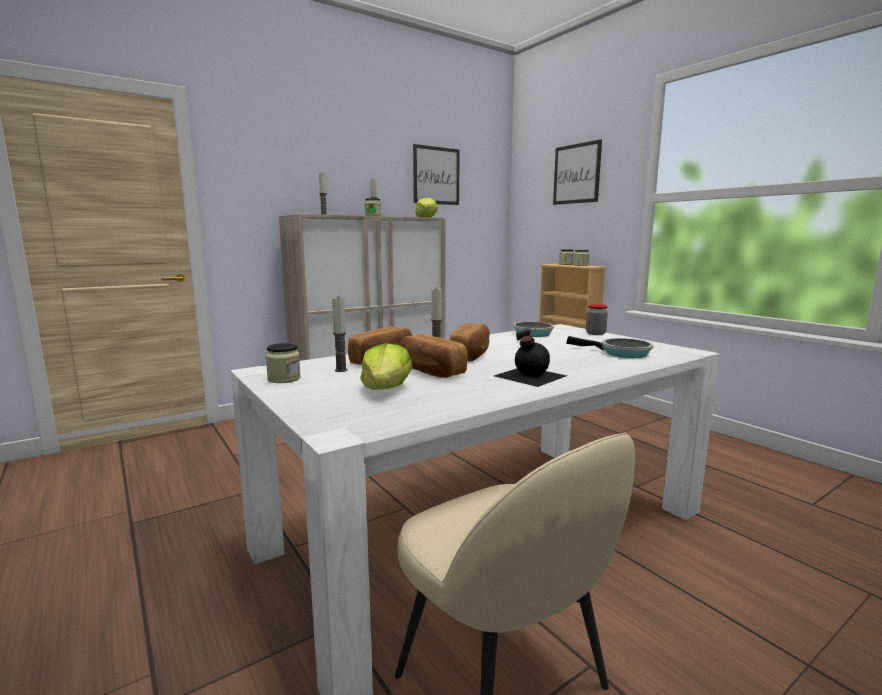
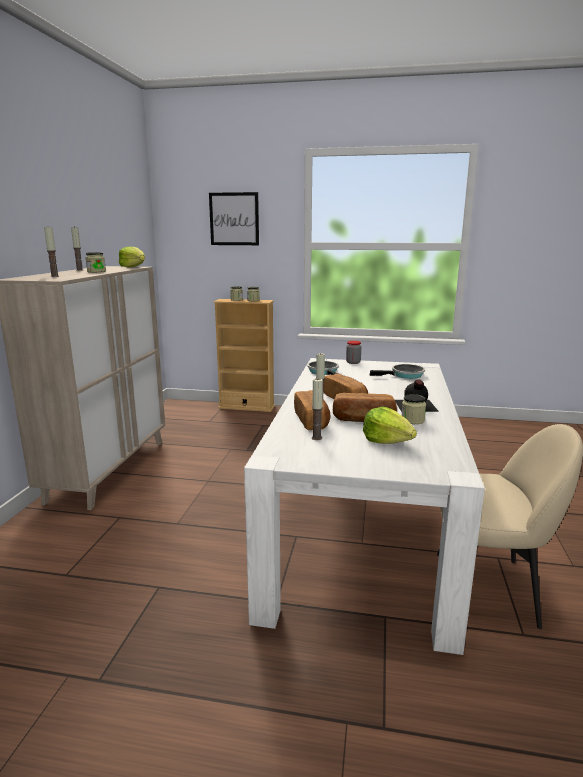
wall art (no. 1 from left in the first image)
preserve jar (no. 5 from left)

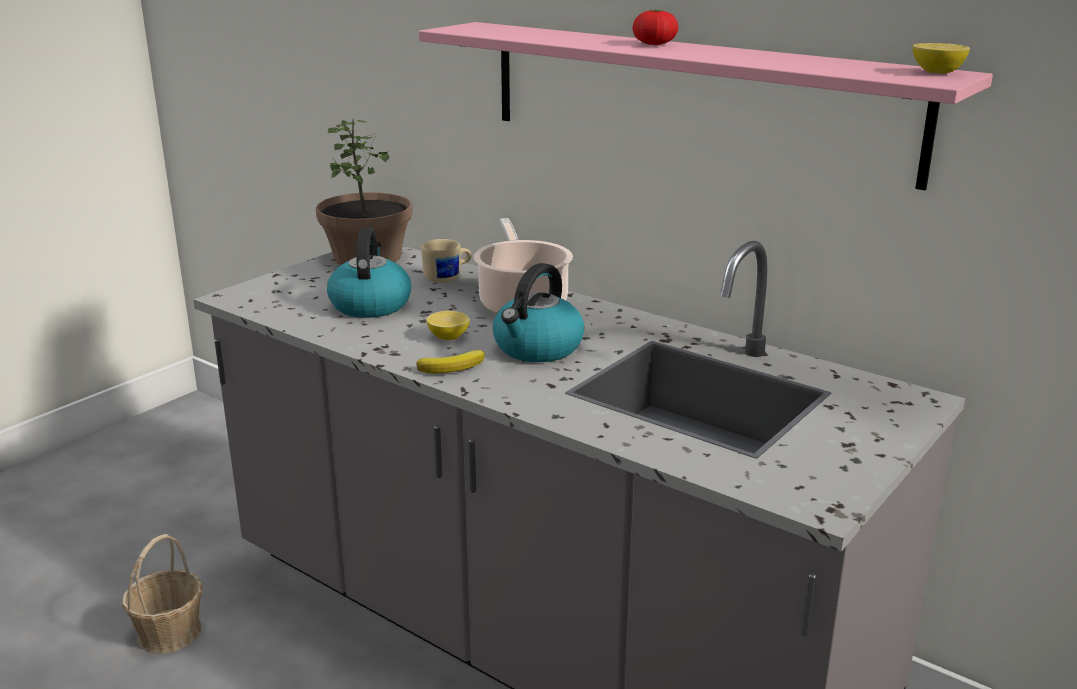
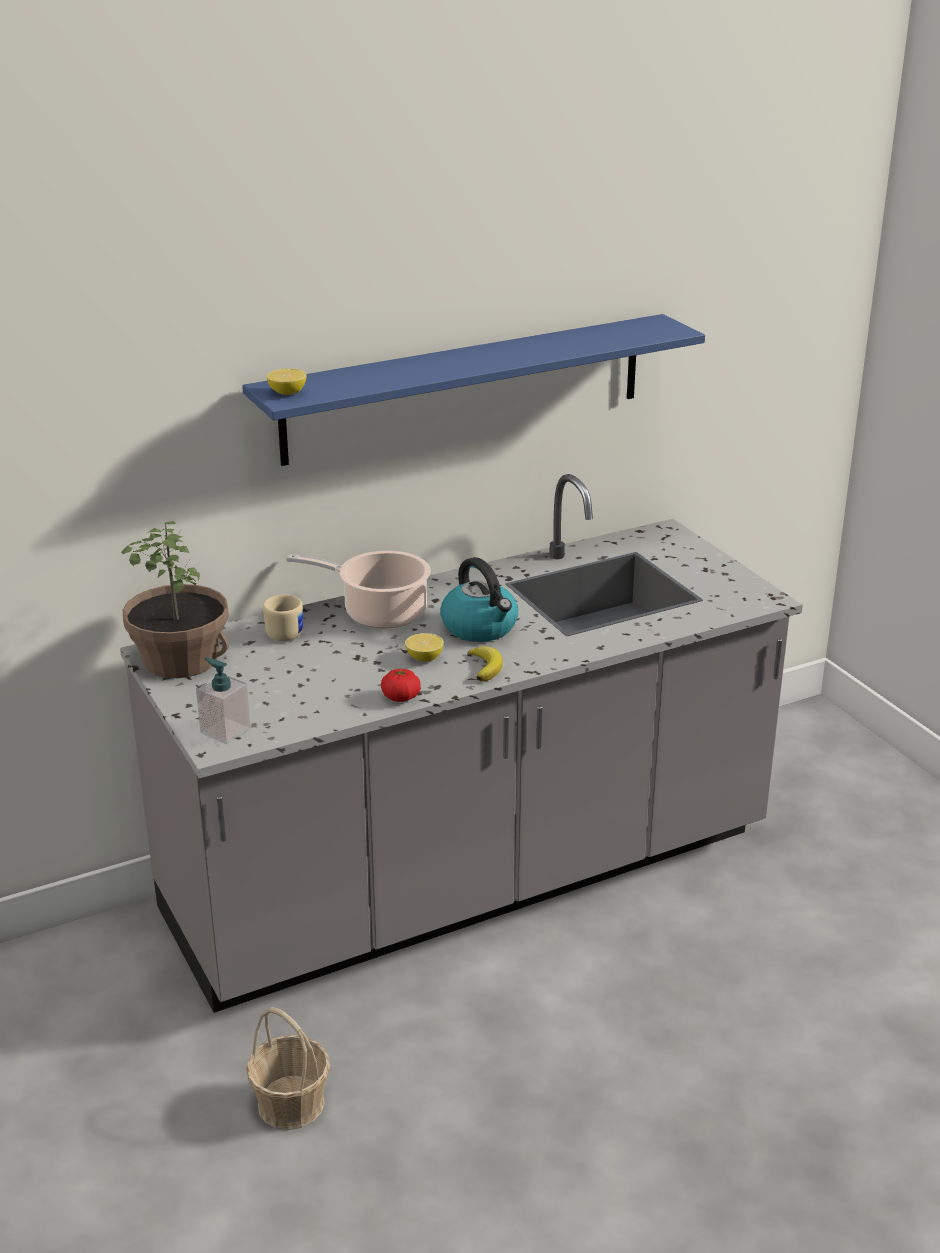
tea kettle (no. 1 from left in the first image)
liquid soap bottle
whole tomato
lemon (no. 1 from left)
bluish bracket shelf

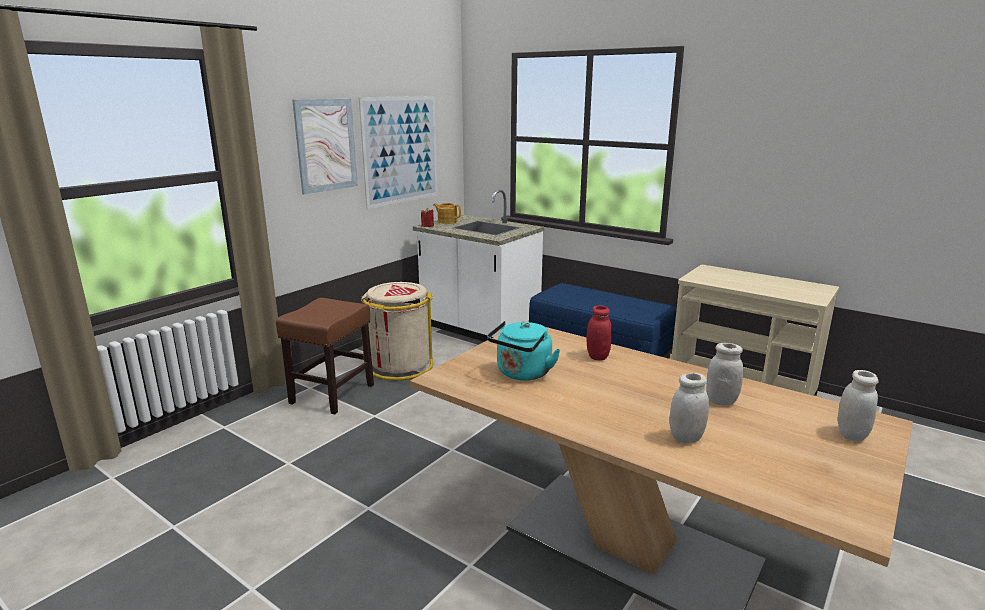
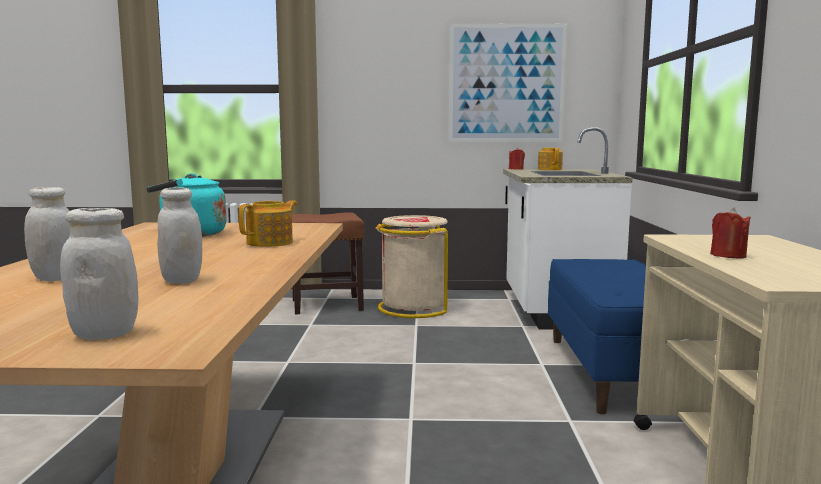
wall art (no. 1 from left in the first image)
reddish wax light (no. 2 from left)
pot for tea (no. 1 from left)

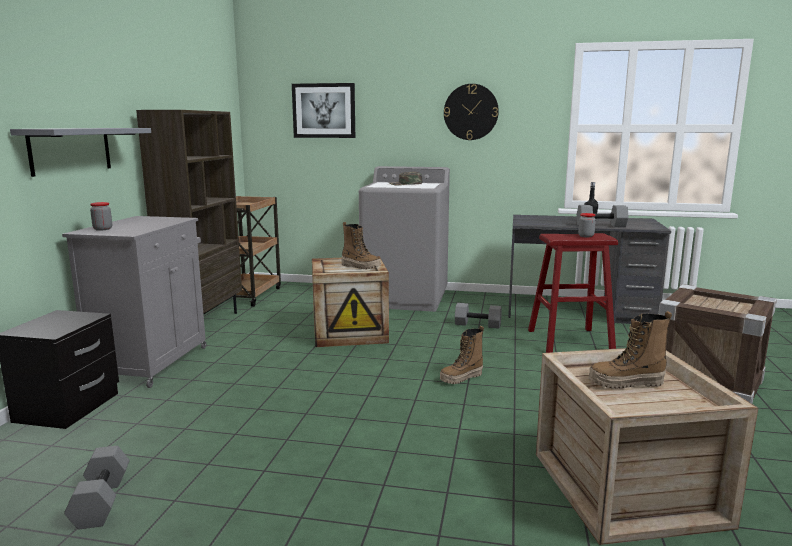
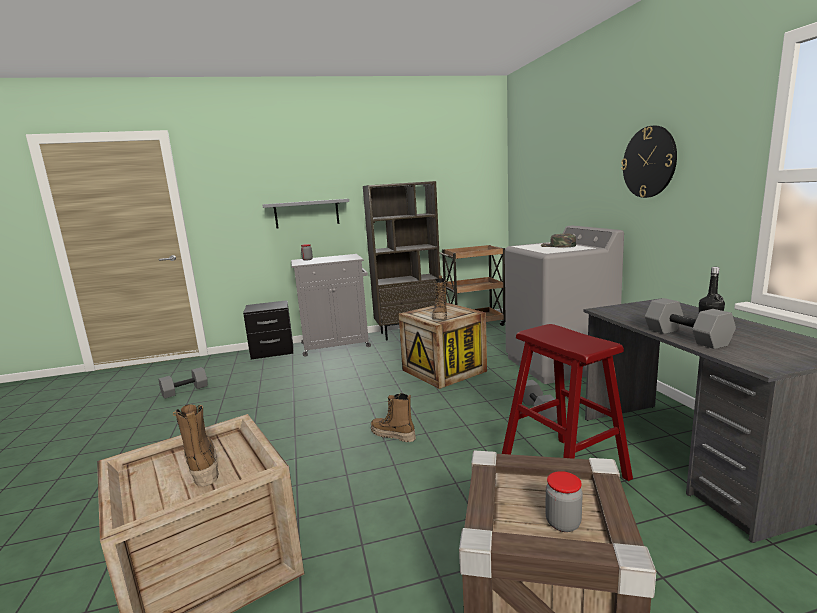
wall art
preserve jar (no. 2 from left)

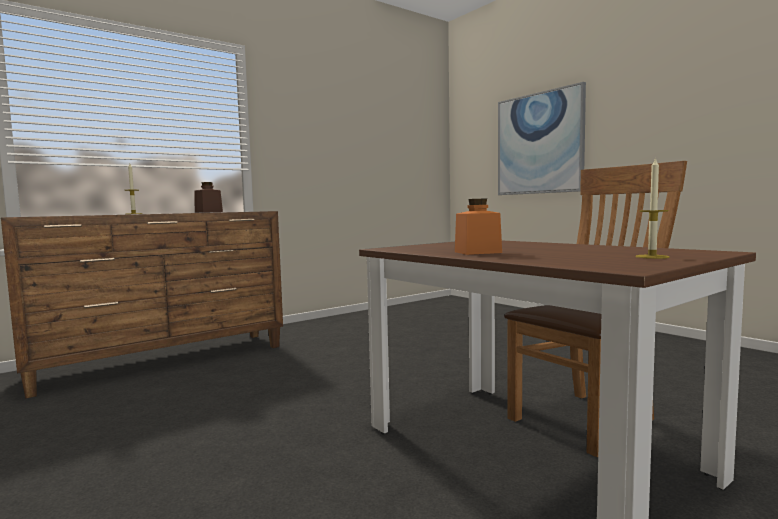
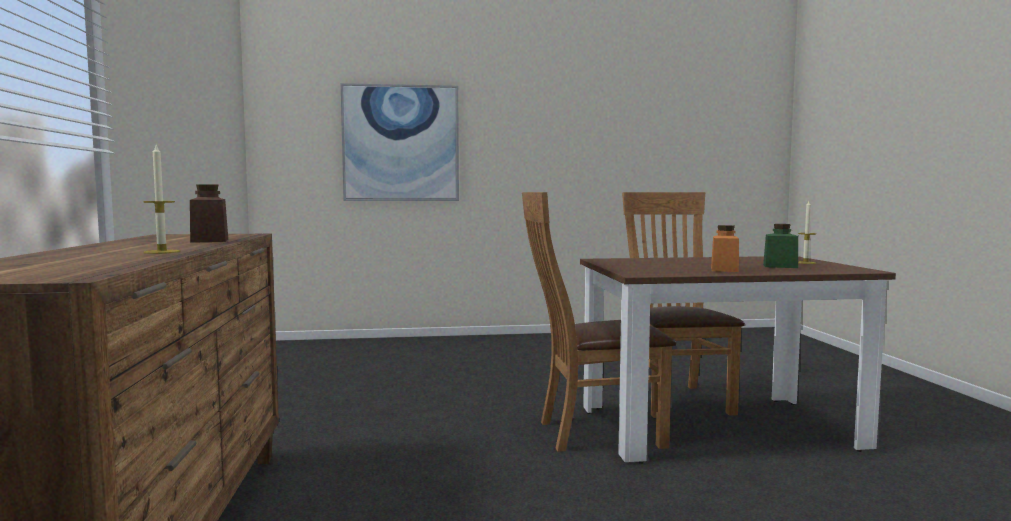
brownish plain chair (no. 1 from left)
green-coloured preserve jar

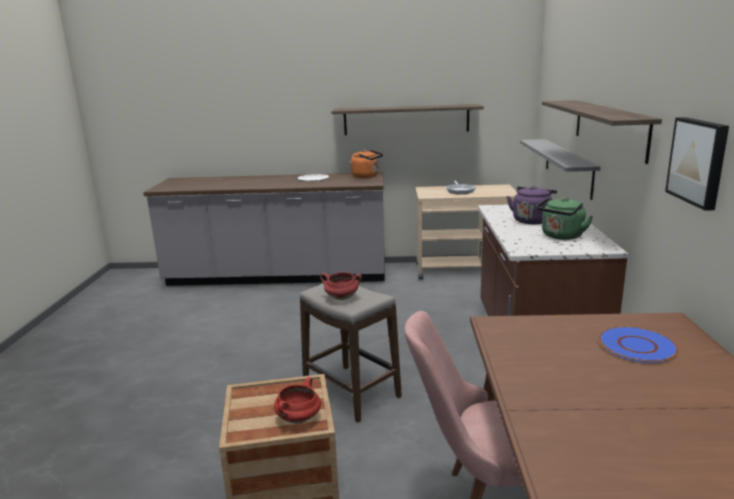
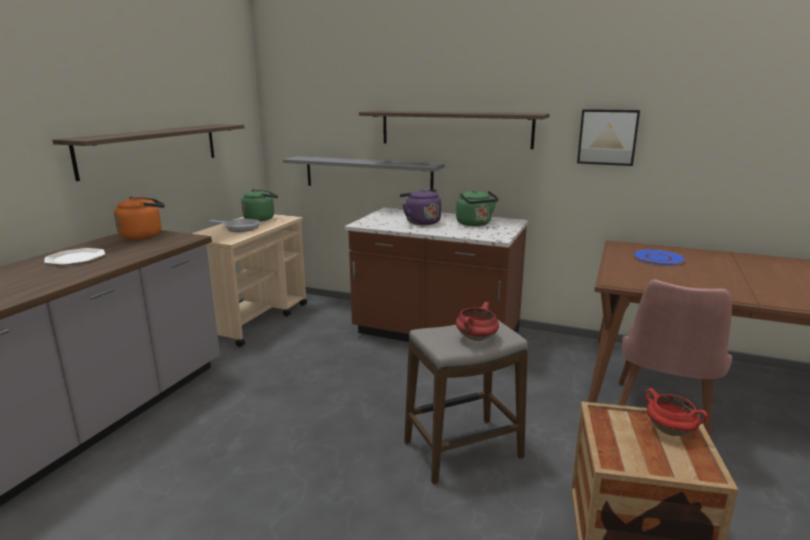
green-coloured tea kettle (no. 1 from left)

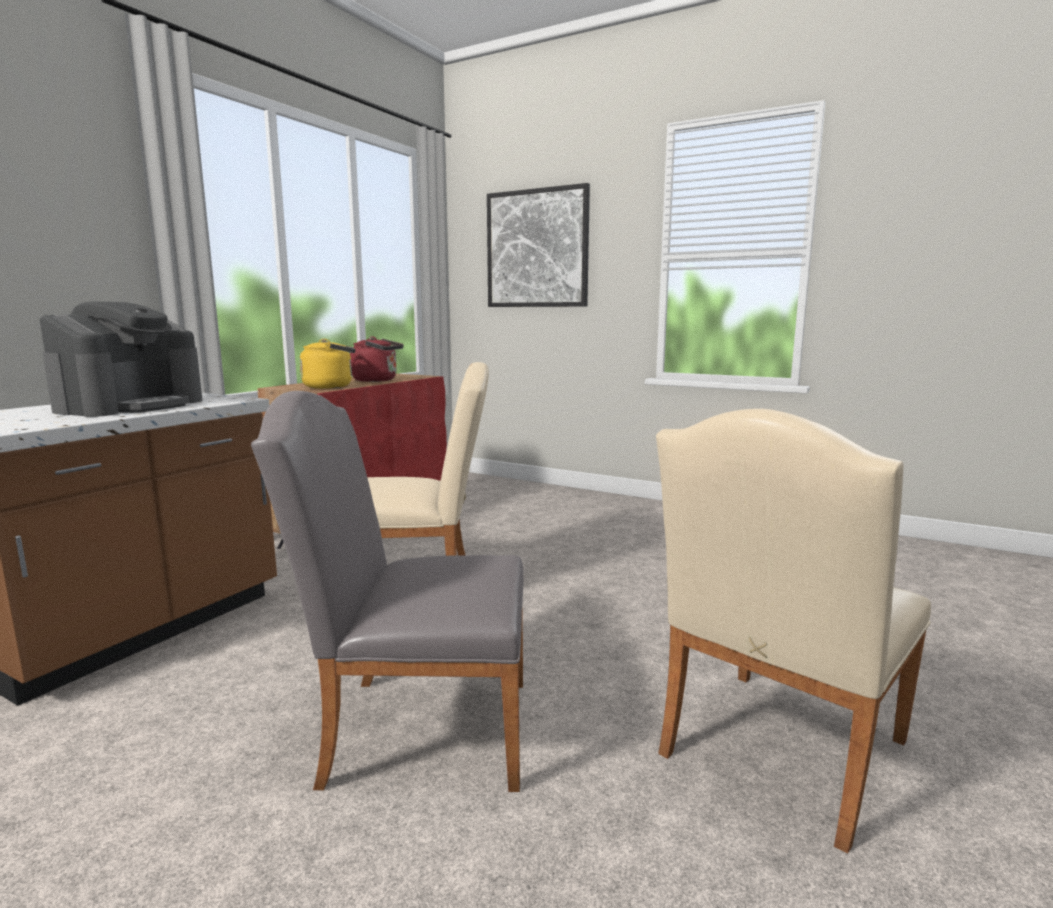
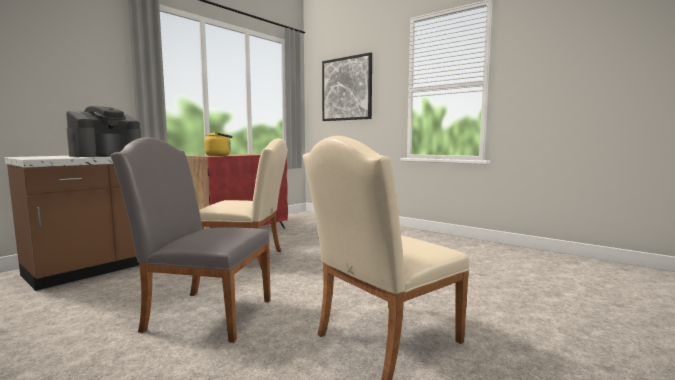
reddish tea kettle

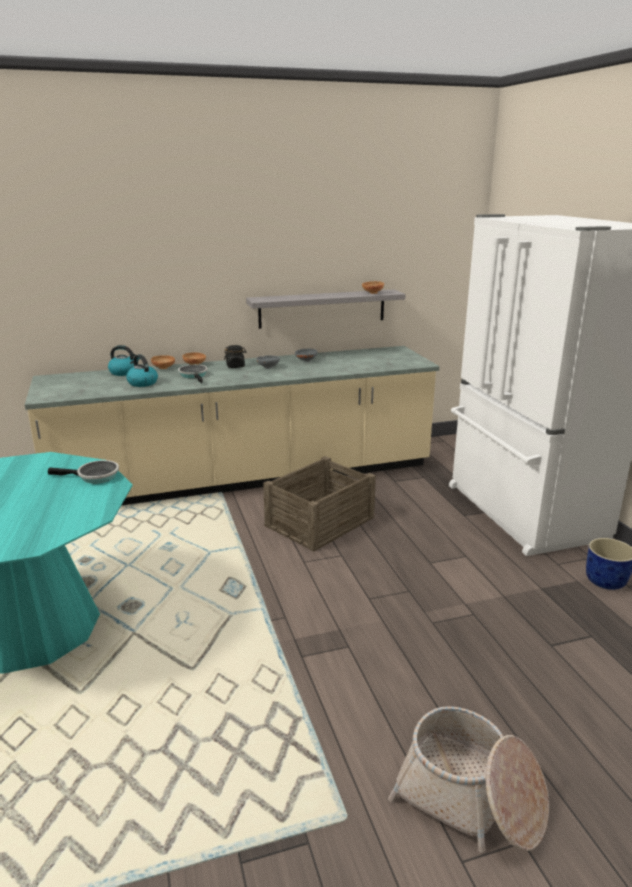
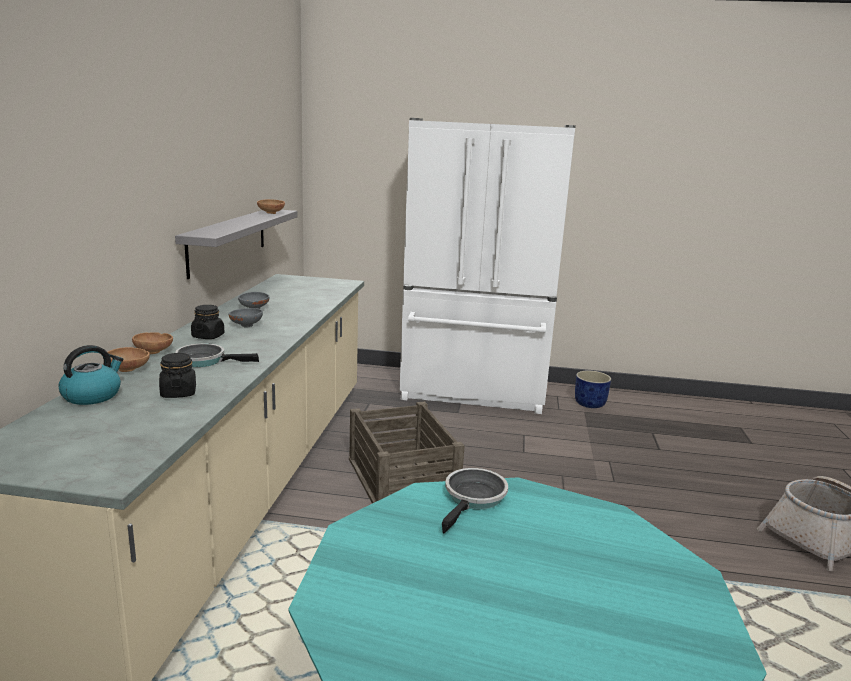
blackish preserve jar (no. 1 from left)

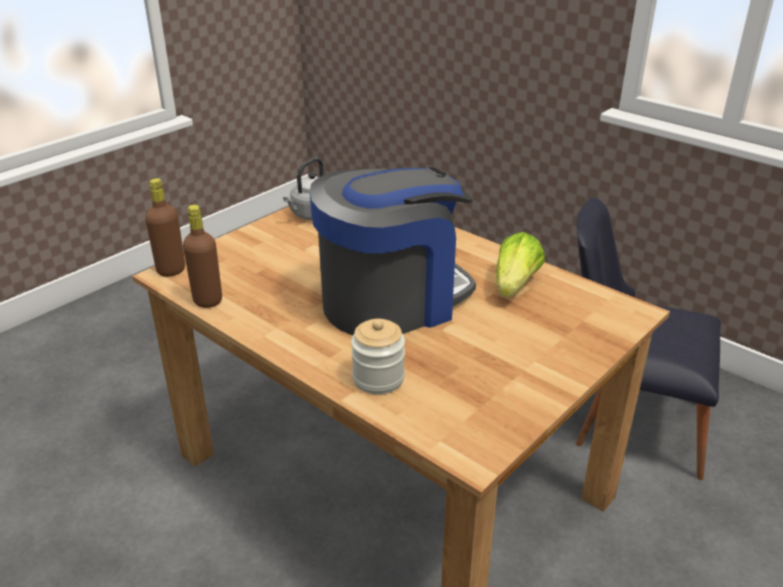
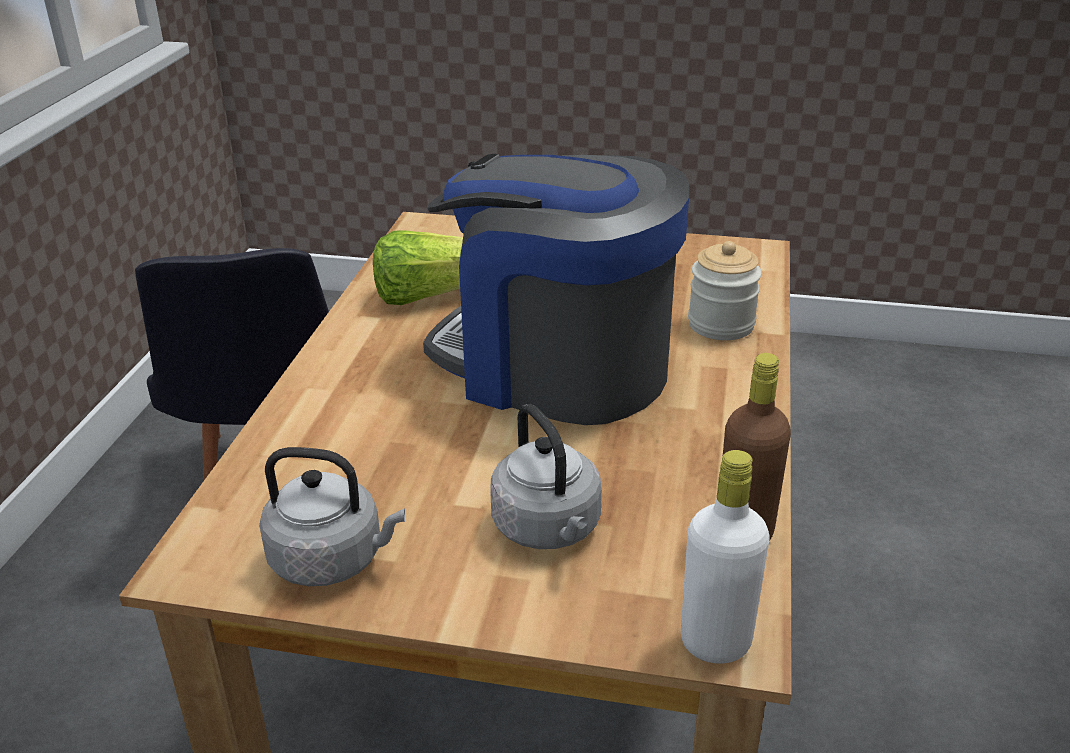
greyish tea kettle (no. 2 from left)
whitish beverage bottle

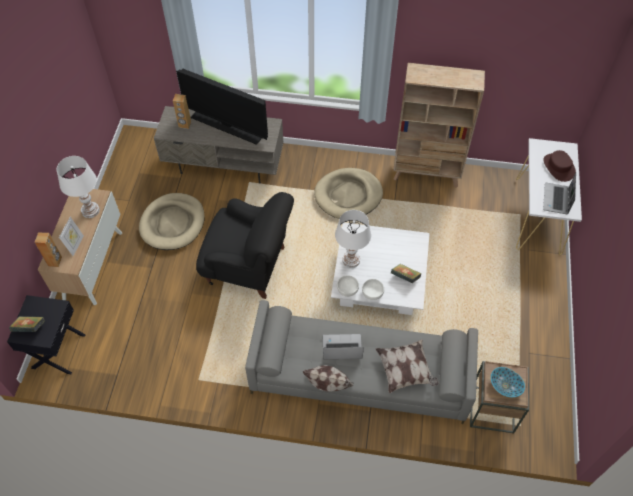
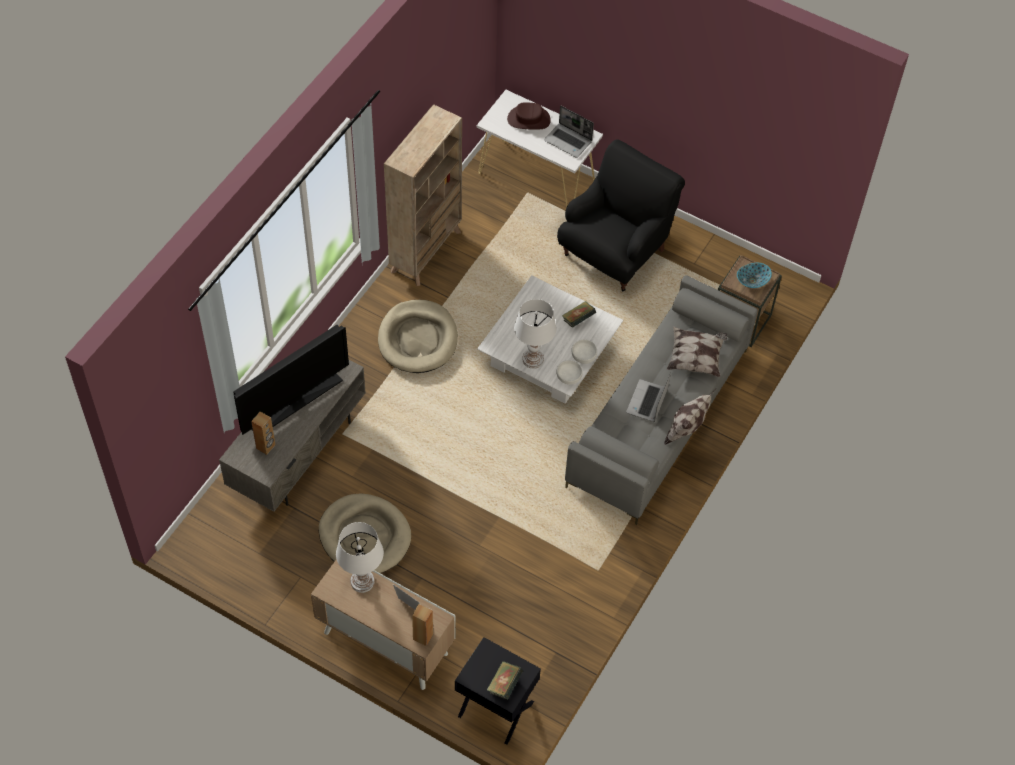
blackish armchair

